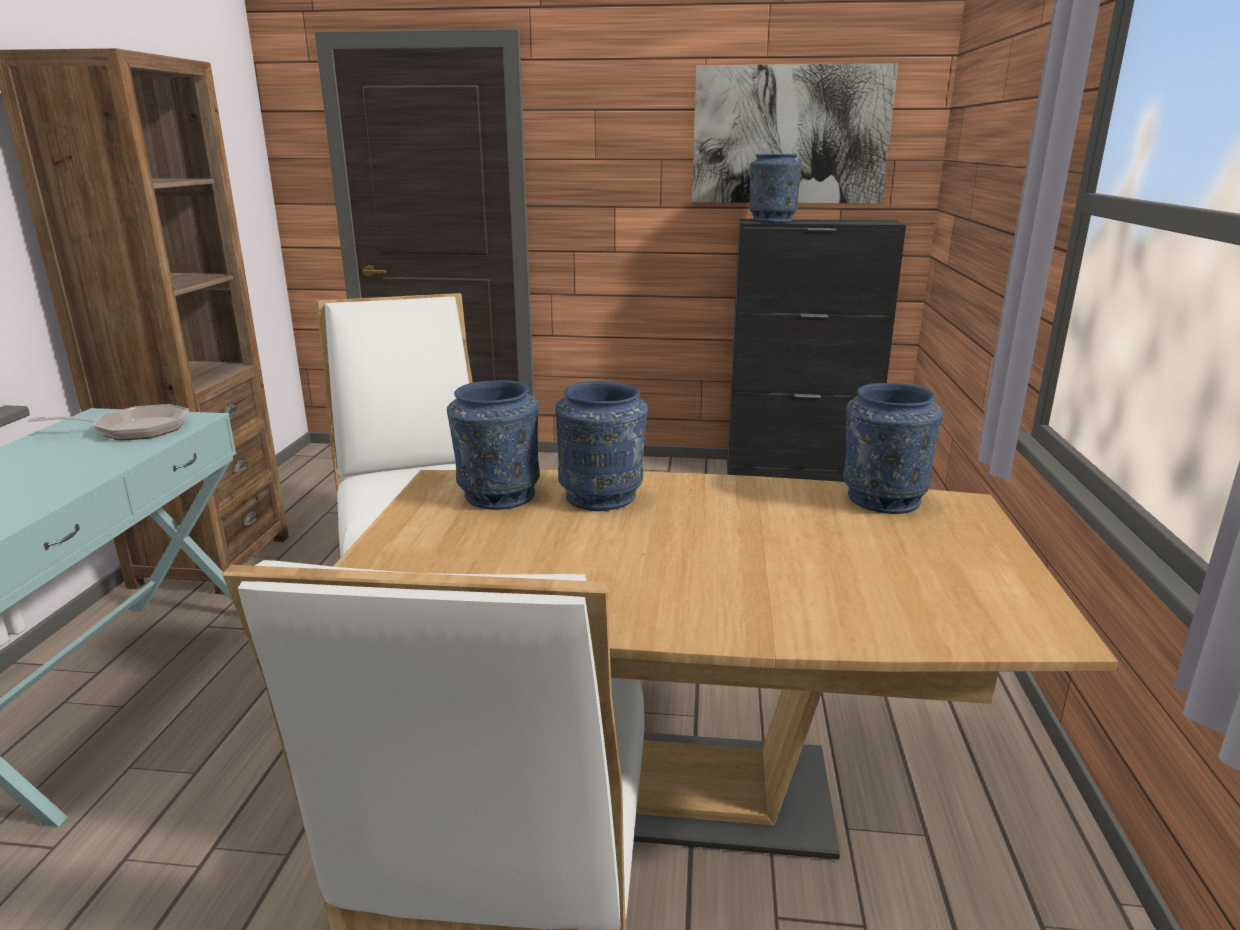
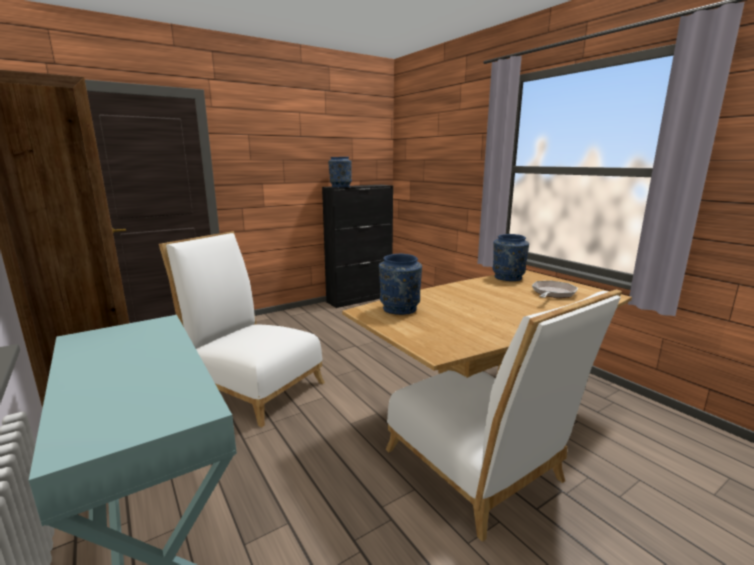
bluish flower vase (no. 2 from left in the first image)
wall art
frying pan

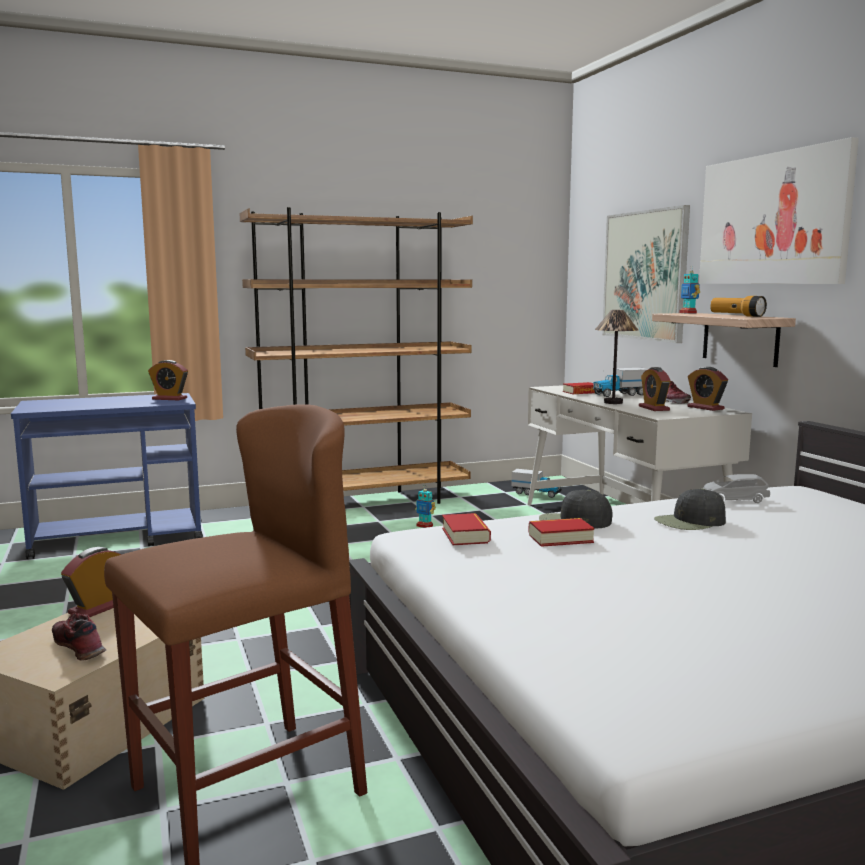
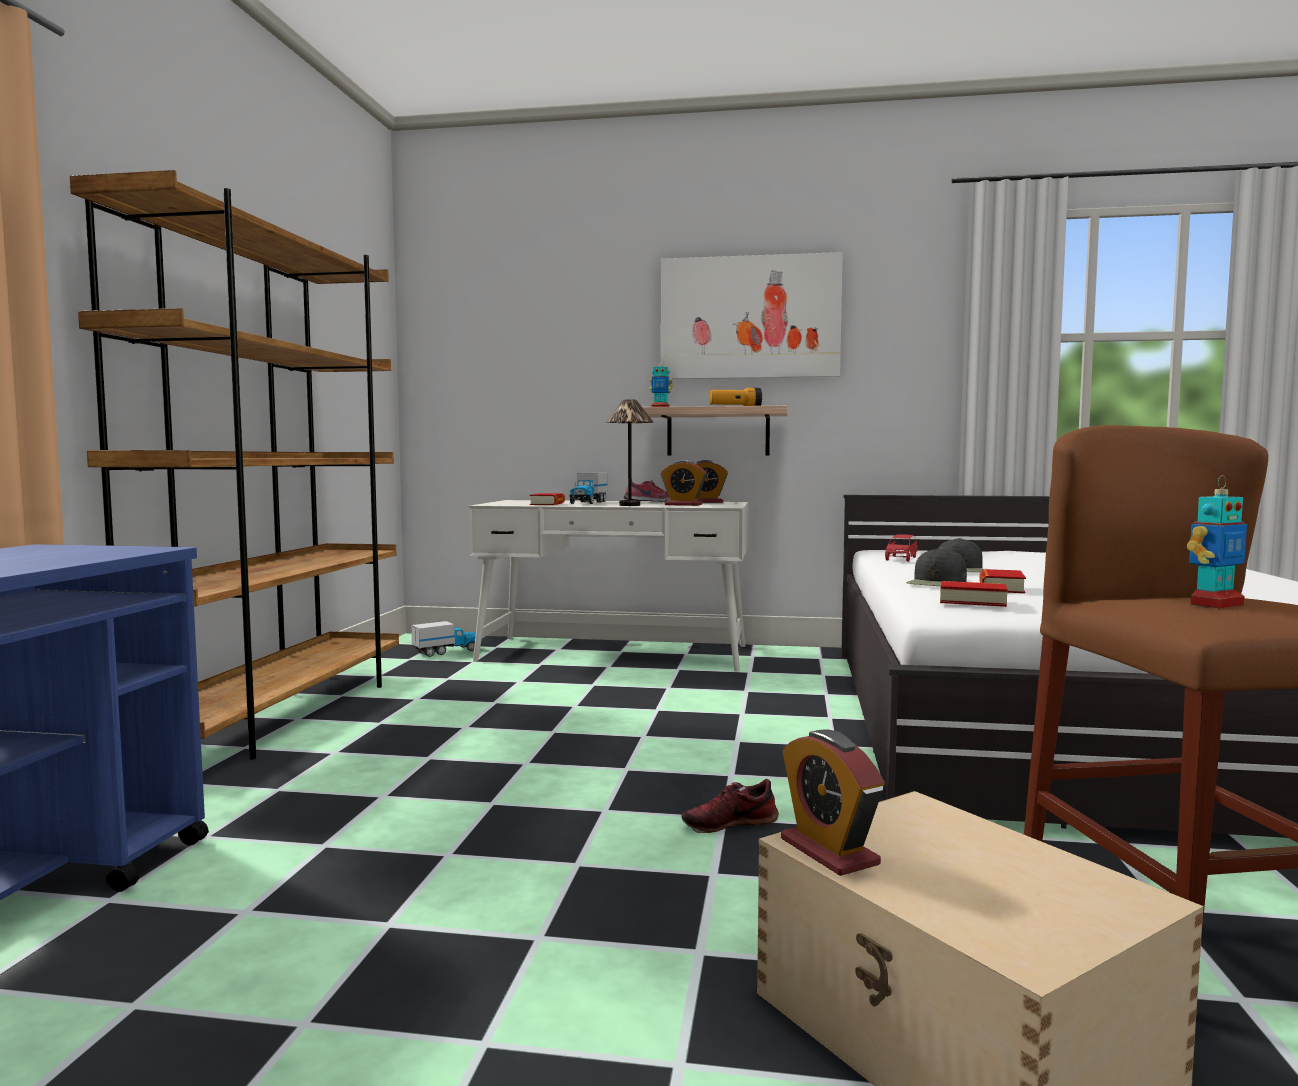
table clock (no. 2 from left in the first image)
wall art (no. 1 from left in the first image)
item of footwear (no. 2 from left)
robot figure (no. 2 from left)
reddish toy car

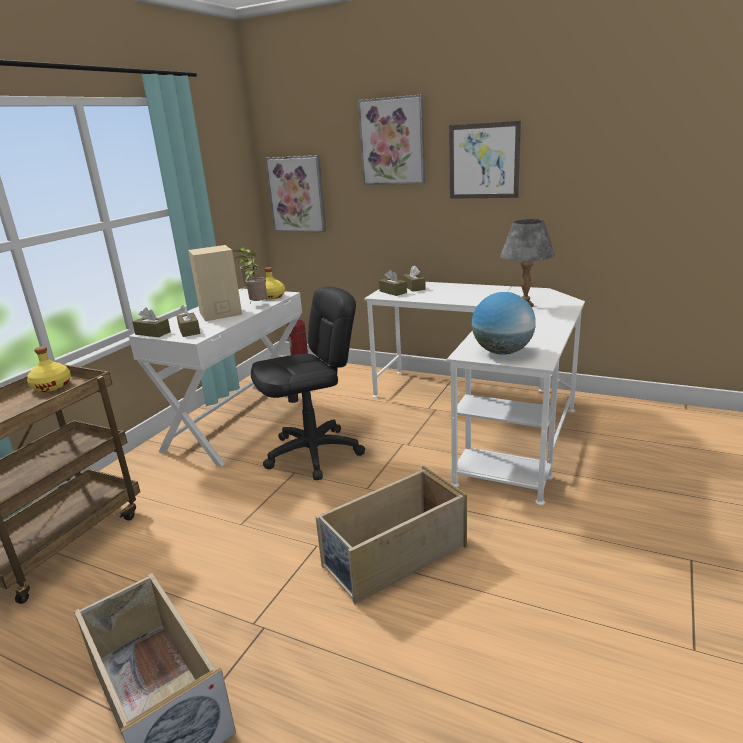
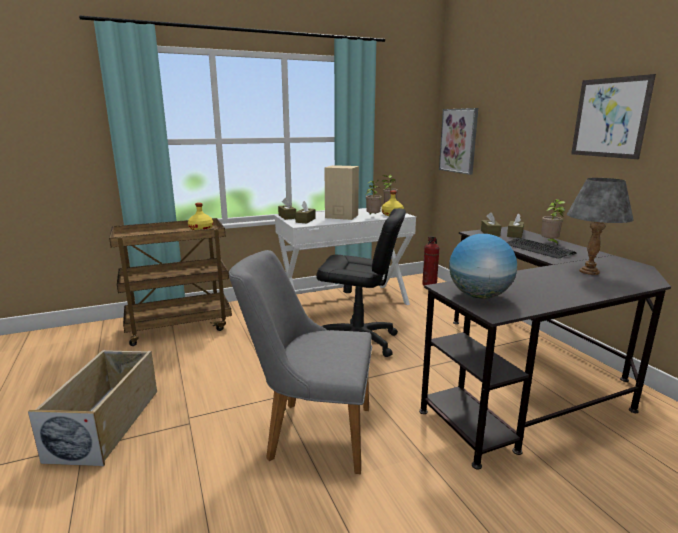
wall art (no. 2 from left in the first image)
PC keyboard
houseplant (no. 3 from left)
greyish plain chair
blackish desk table

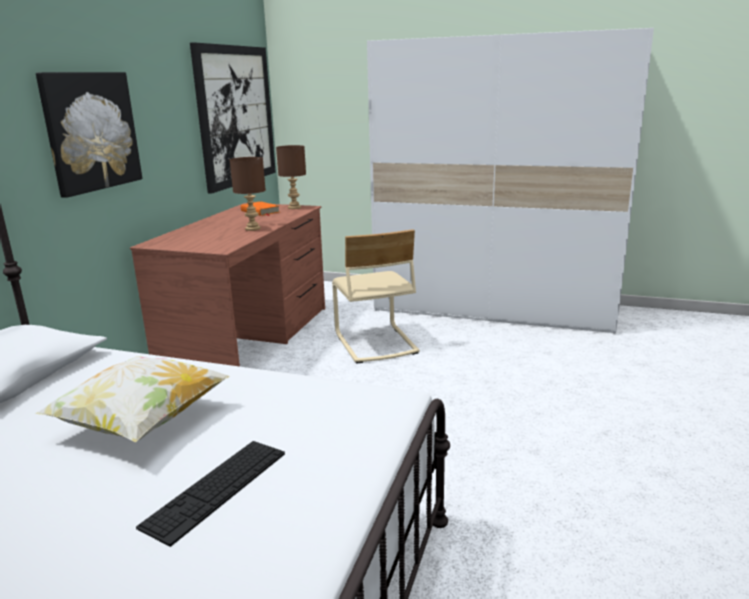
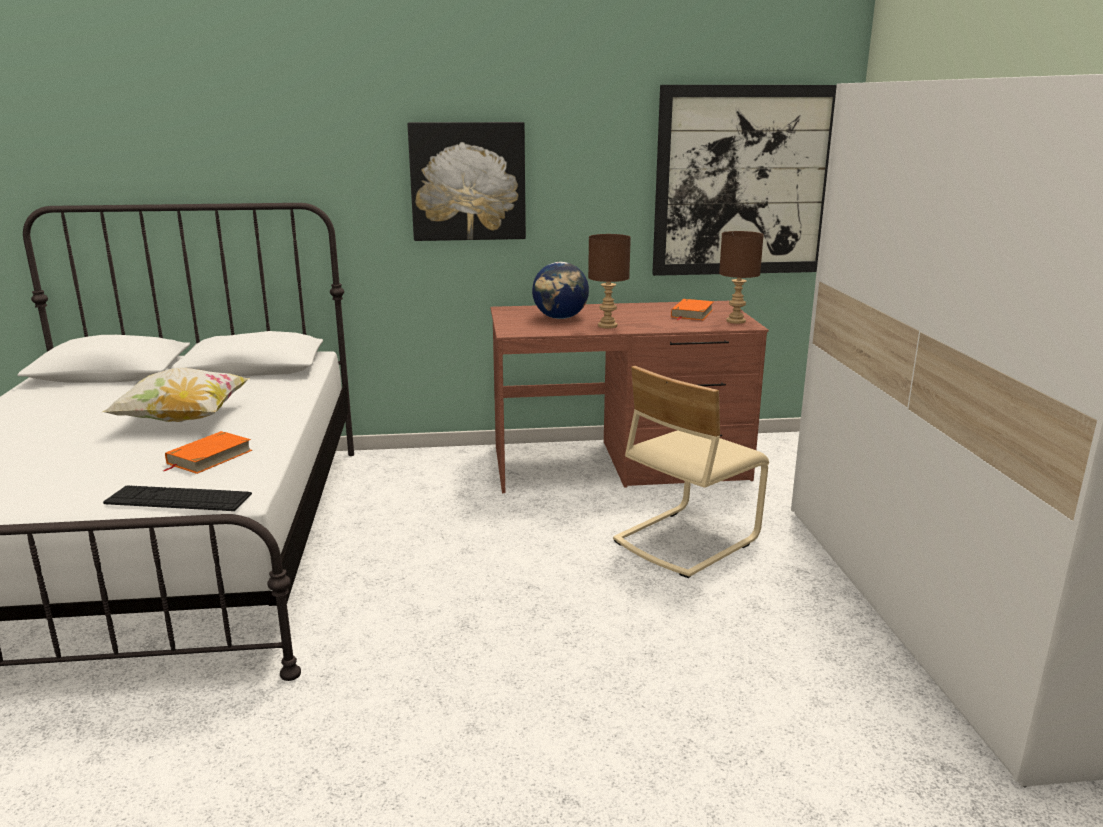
orangey volume (no. 1 from left)
globe
PC keyboard

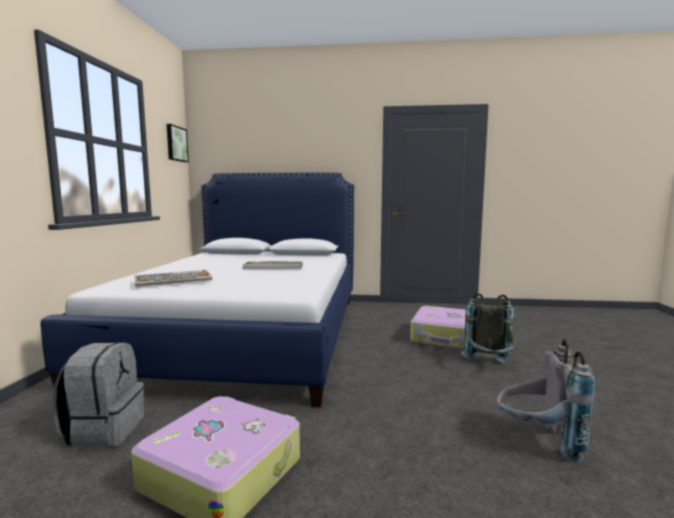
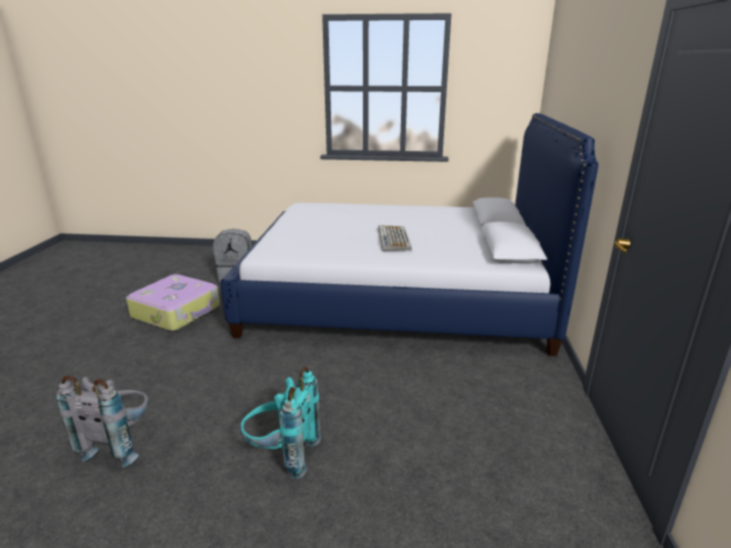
PC keyboard (no. 1 from left in the first image)
wall art
travel case (no. 2 from left in the first image)
blue-green knapsack

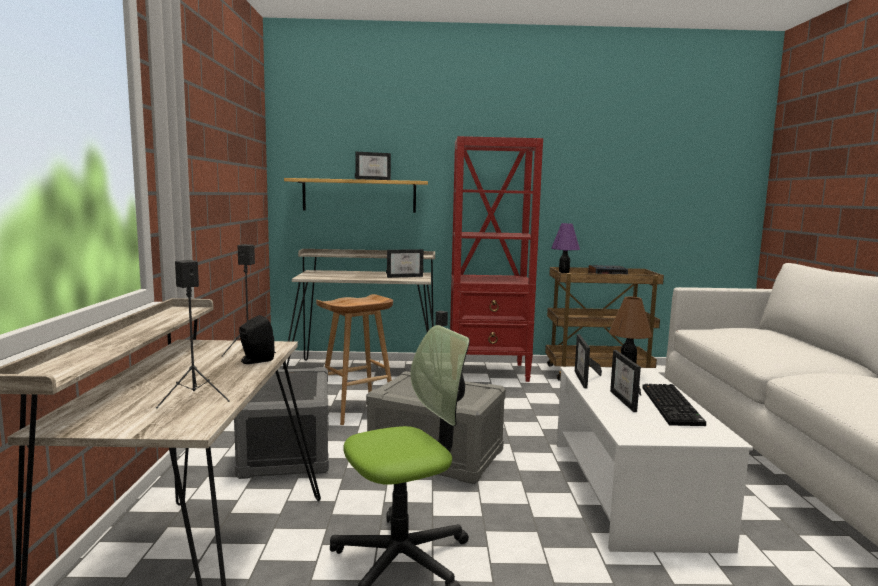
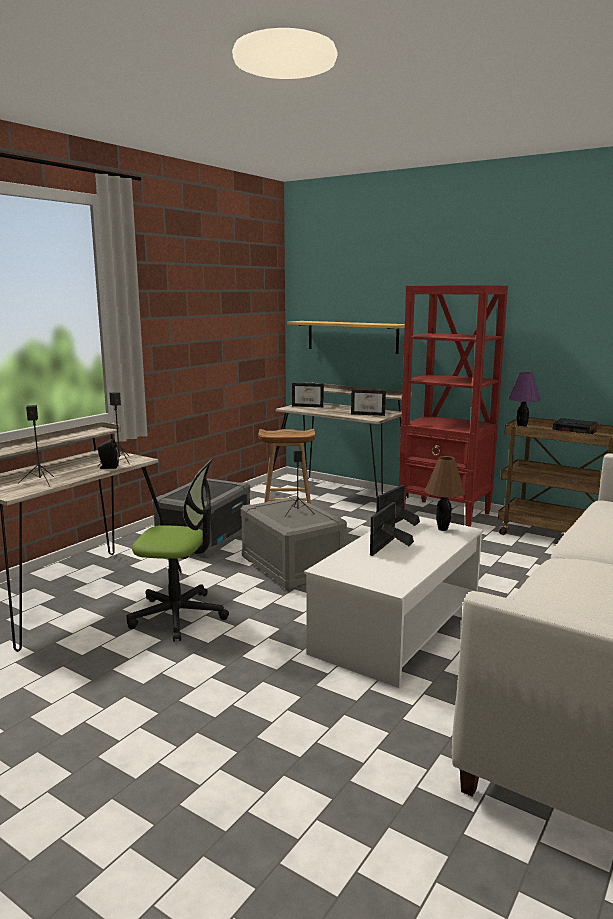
PC keyboard
standing frame (no. 1 from left)

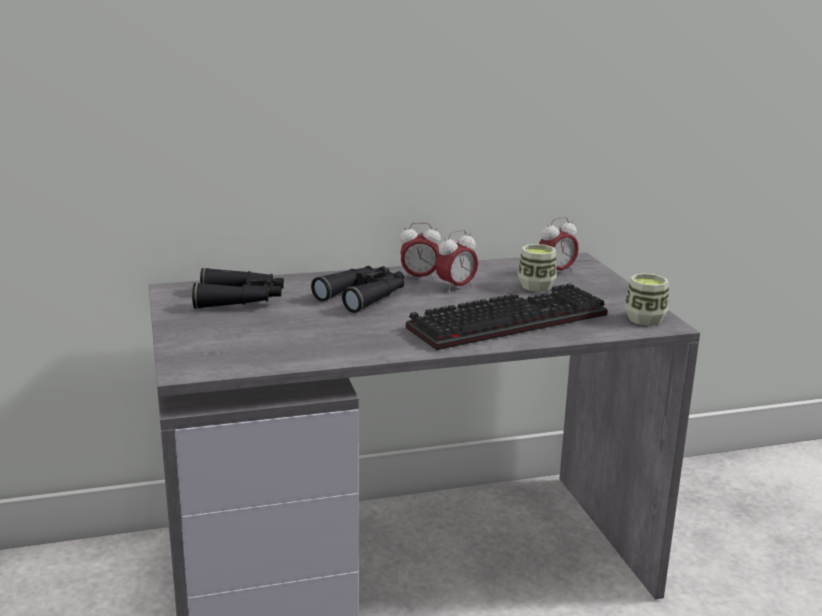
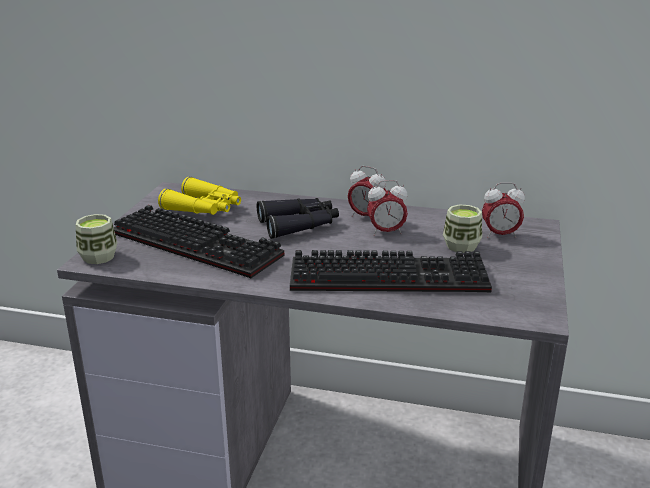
PC keyboard (no. 1 from left)
cup (no. 1 from left)
yellowish pair of binoculars

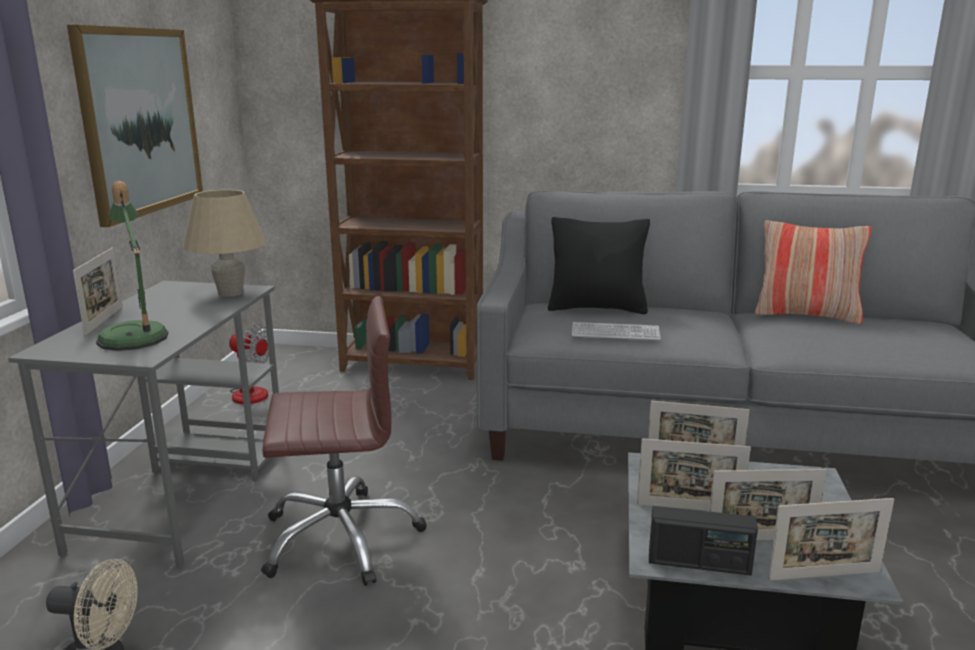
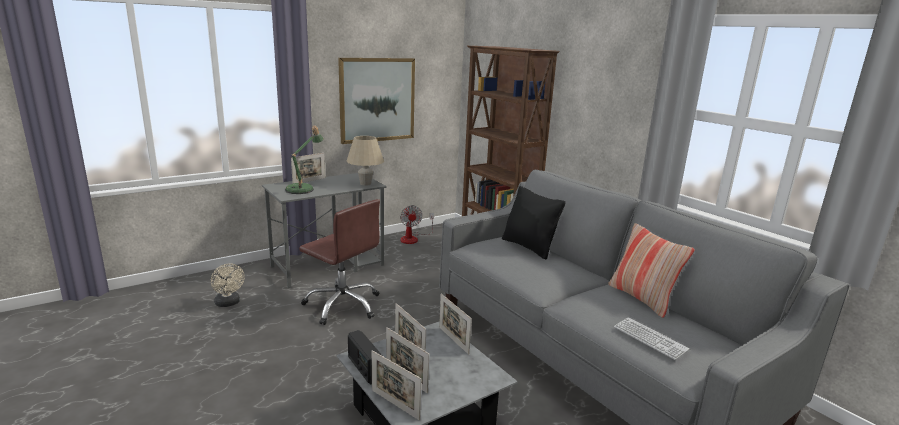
PC keyboard

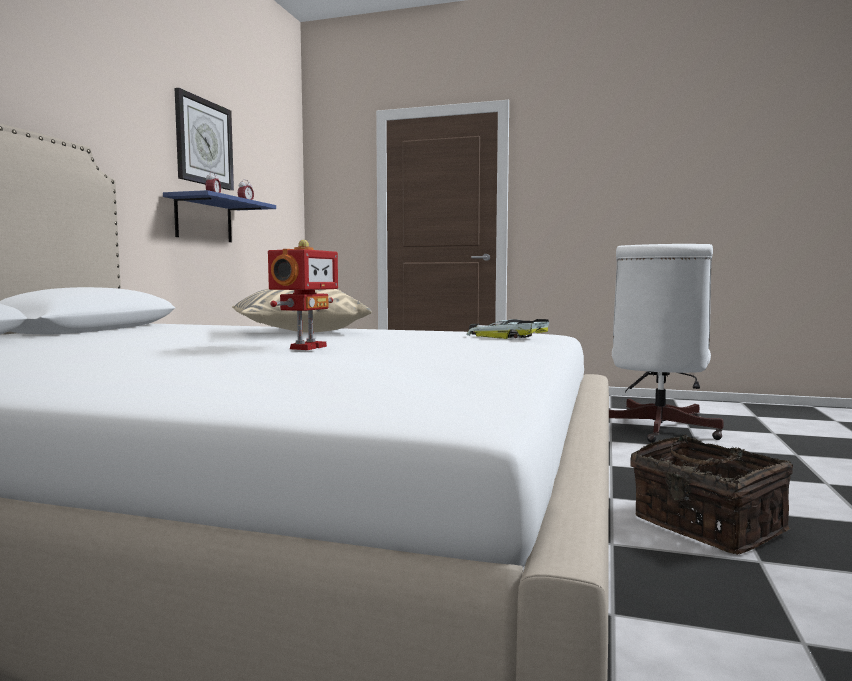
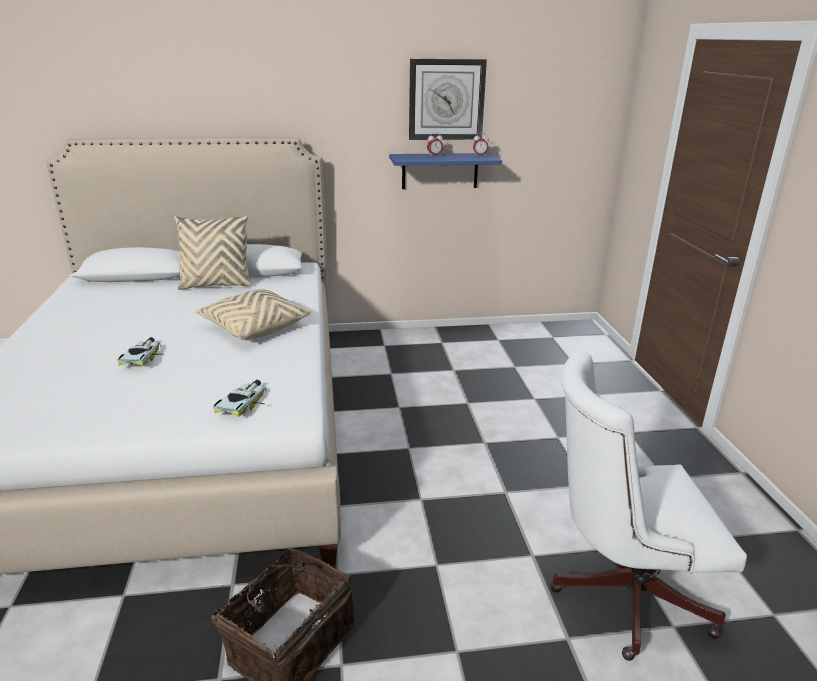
beige throw pillow (no. 1 from left)
toy car (no. 1 from left)

